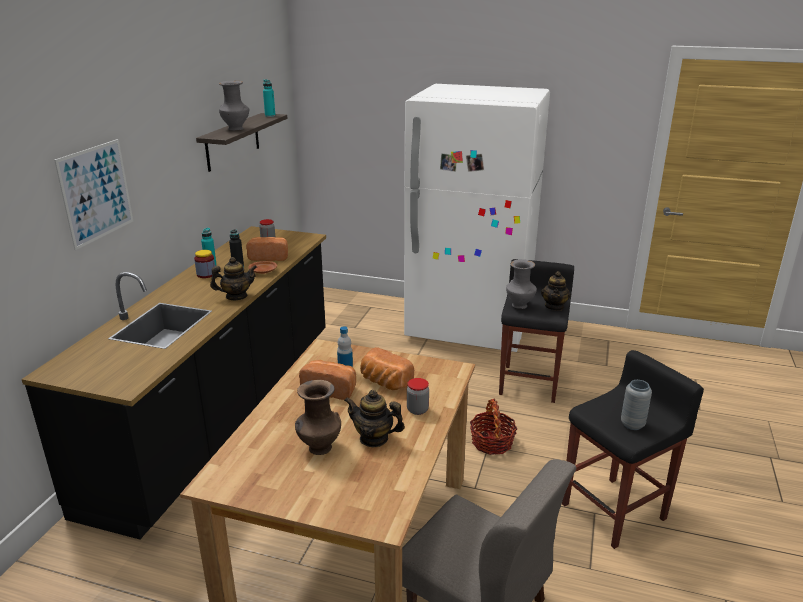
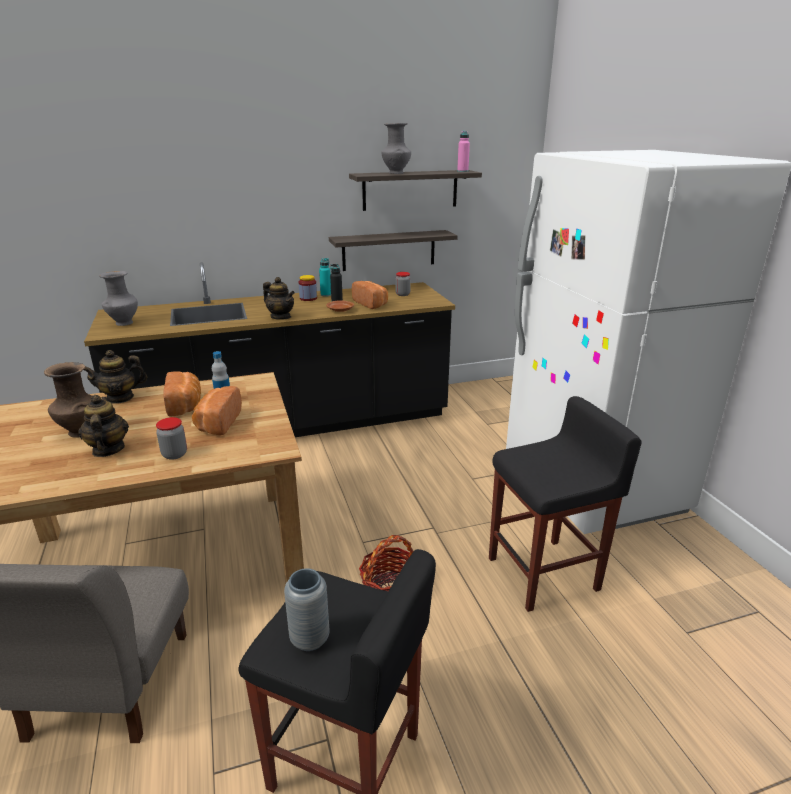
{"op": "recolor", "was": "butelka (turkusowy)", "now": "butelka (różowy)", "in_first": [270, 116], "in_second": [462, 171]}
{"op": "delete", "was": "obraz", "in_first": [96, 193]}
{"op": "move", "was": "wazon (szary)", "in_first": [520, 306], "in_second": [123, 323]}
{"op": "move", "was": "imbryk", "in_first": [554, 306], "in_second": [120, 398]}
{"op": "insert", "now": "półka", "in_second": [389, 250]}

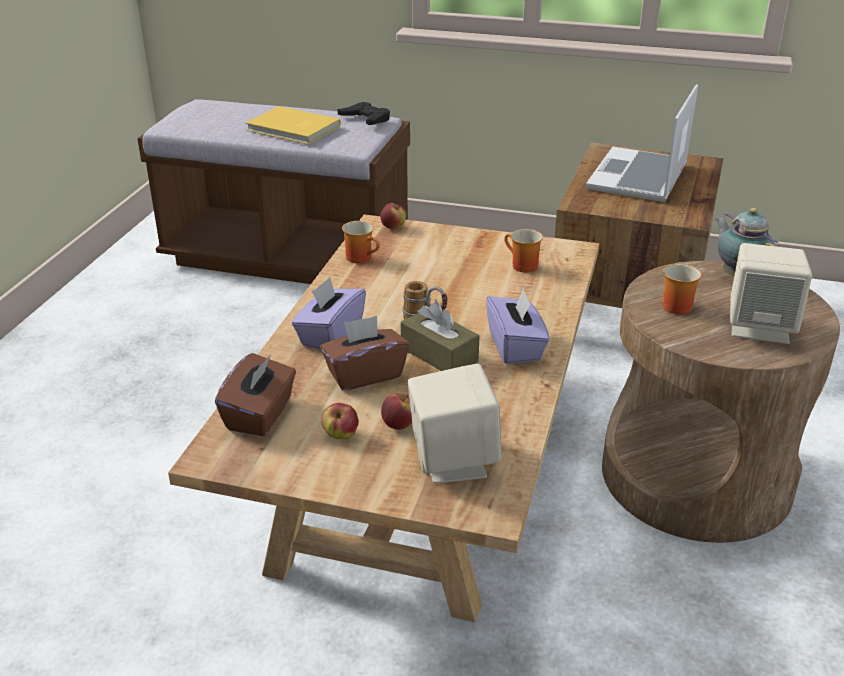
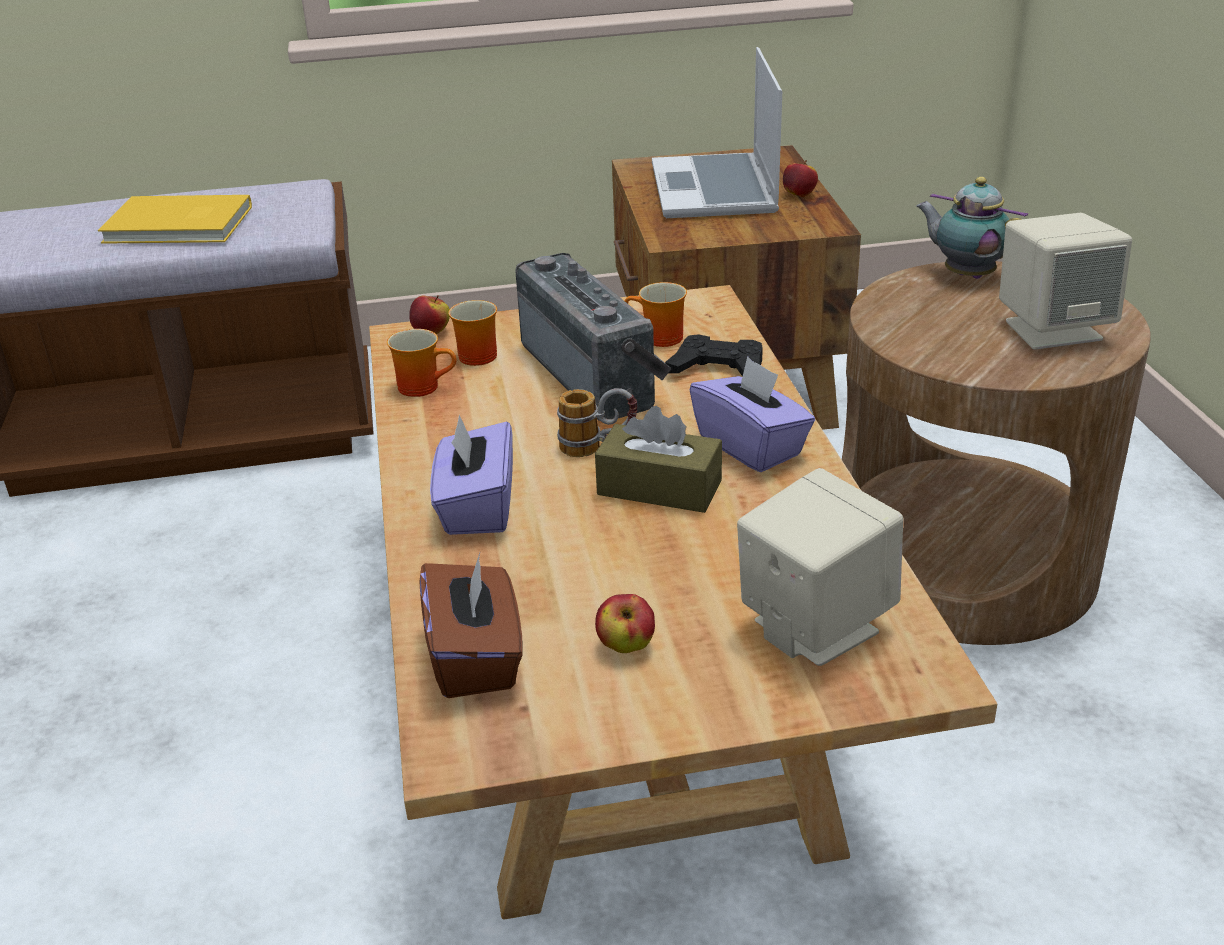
{"op": "move", "was": "pad do gier (czarny)", "in_first": [365, 119], "in_second": [718, 368]}
{"op": "move", "was": "kubek", "in_first": [674, 305], "in_second": [474, 355]}
{"op": "delete", "was": "pudełko chusteczek (brązowy)", "in_first": [364, 374]}
{"op": "move", "was": "jabłko", "in_first": [399, 425], "in_second": [799, 195]}
{"op": "insert", "now": "radio", "in_second": [595, 374]}

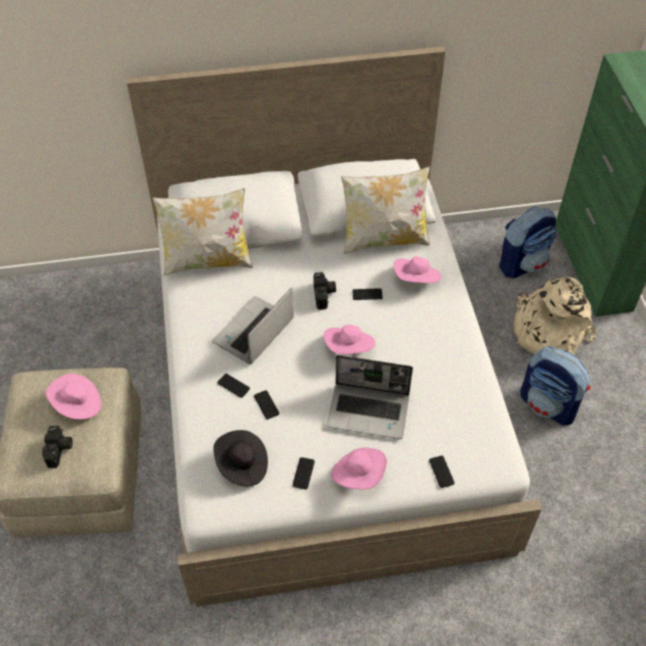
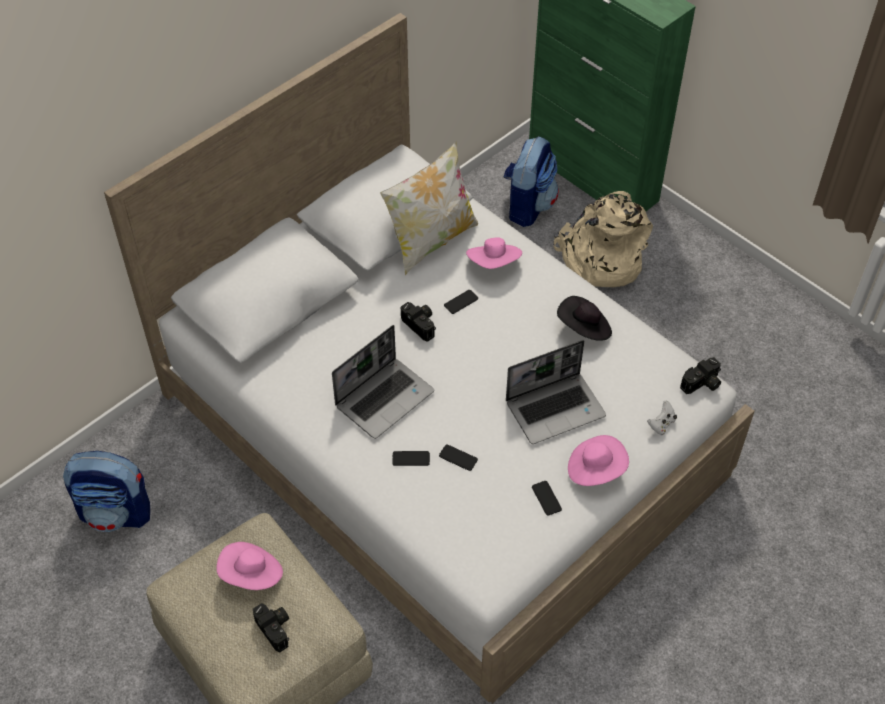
{"op": "delete", "was": "poduszka", "in_first": [208, 261]}
{"op": "rotate", "was": "laptop", "in_first": [253, 332], "in_second": [385, 398], "clockwise": -135}
{"op": "delete", "was": "kapelusz (różowy)", "in_first": [349, 348]}
{"op": "move", "was": "plecak", "in_first": [549, 405], "in_second": [117, 512]}
{"op": "move", "was": "kapelusz (czarny)", "in_first": [242, 465], "in_second": [584, 329]}
{"op": "replace", "was": "telefon", "now": "pad do gier (biały)", "in_first": [441, 472], "in_second": [661, 424]}
{"op": "insert", "now": "aparat fotograficzny", "in_second": [702, 384]}

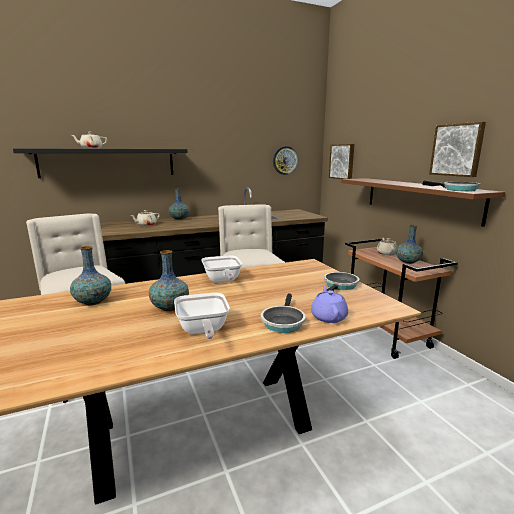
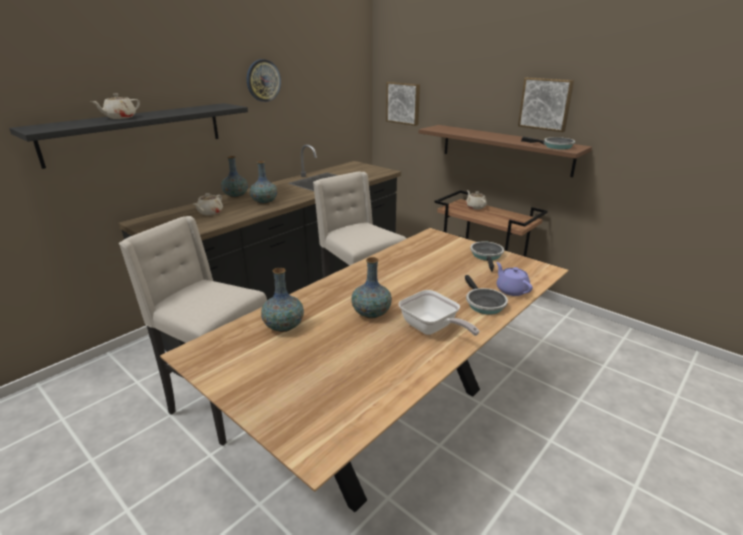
{"op": "move", "was": "zegar ścienny", "in_first": [285, 160], "in_second": [263, 80]}
{"op": "move", "was": "wazon", "in_first": [407, 262], "in_second": [264, 202]}
{"op": "delete", "was": "patelnia", "in_first": [222, 281]}

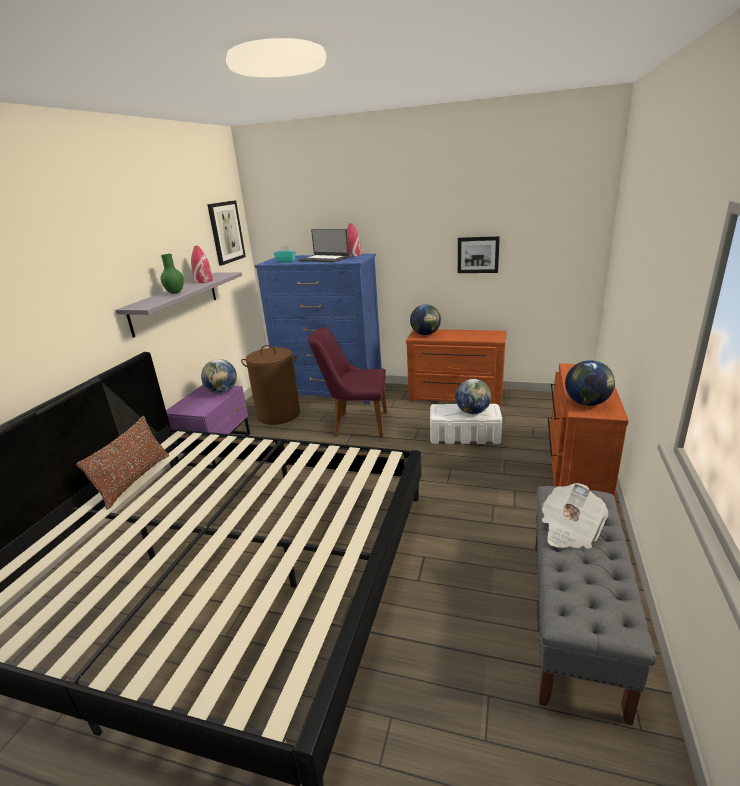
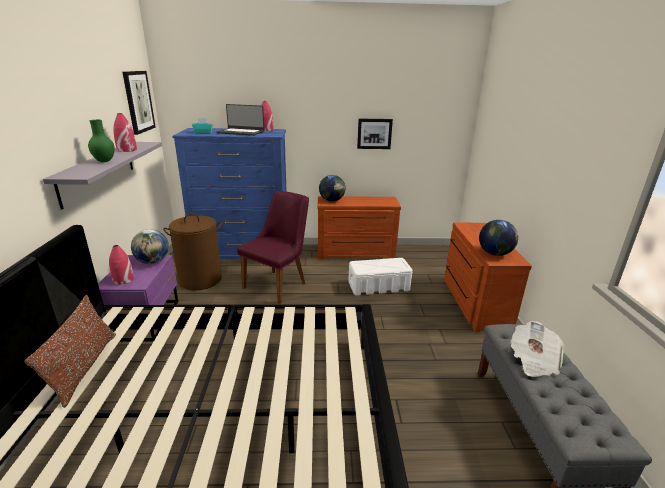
{"op": "rotate", "was": "krzesło (fioletowy)", "in_first": [355, 424], "in_second": [279, 283], "clockwise": 135}
{"op": "delete", "was": "globus", "in_first": [472, 412]}
{"op": "insert", "now": "wazon (czerwony)", "in_second": [123, 280]}

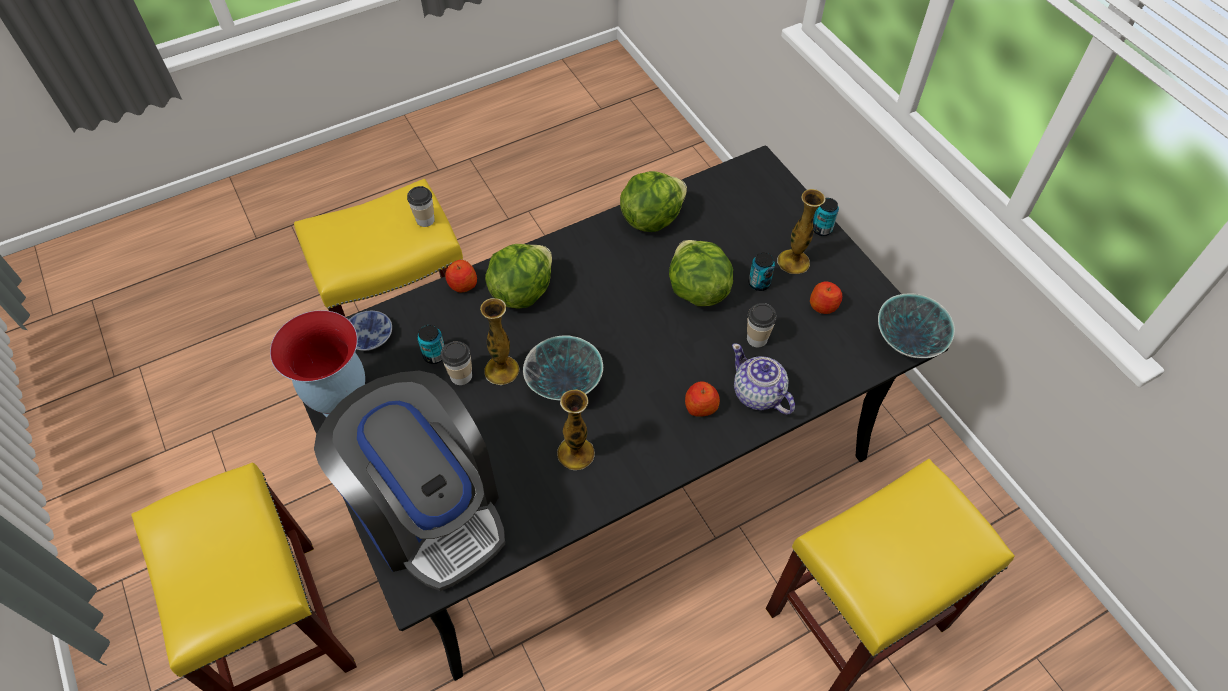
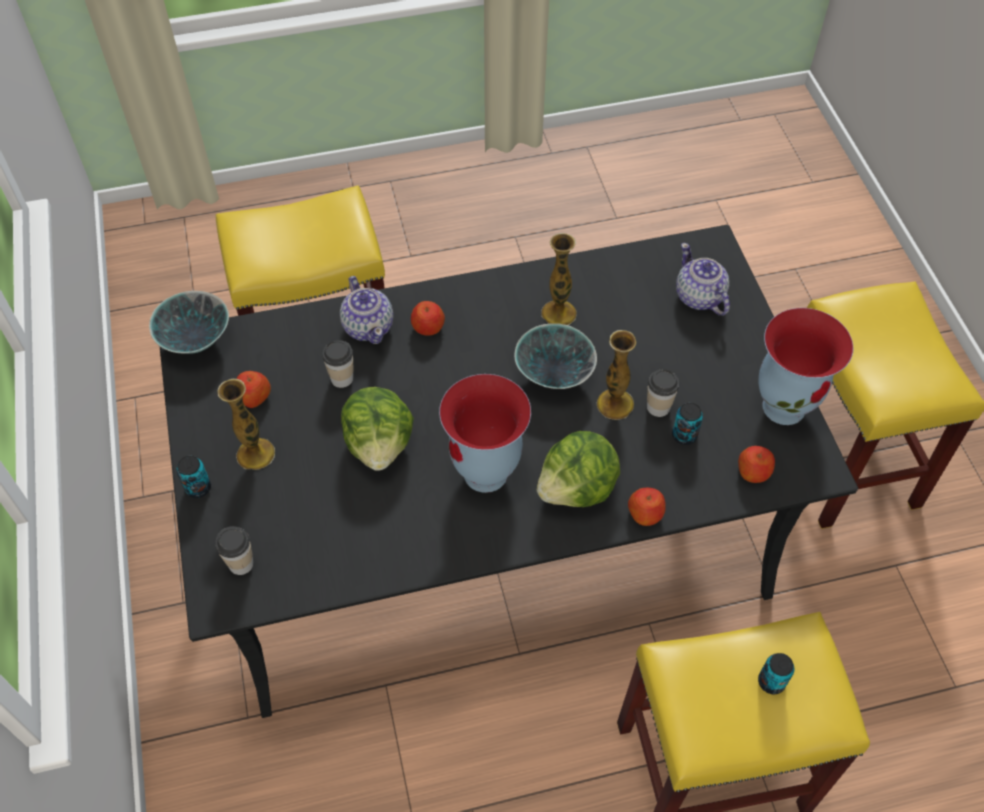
{"op": "delete", "was": "sałata", "in_first": [651, 218]}
{"op": "move", "was": "filiżanka", "in_first": [425, 220], "in_second": [241, 563]}
{"op": "move", "was": "puszka", "in_first": [759, 283], "in_second": [771, 682]}
{"op": "replace", "was": "miska", "now": "jabłko", "in_first": [372, 337], "in_second": [753, 472]}
{"op": "replace", "was": "ekspres do kawy", "now": "imbryk", "in_first": [429, 509], "in_second": [699, 297]}
{"op": "insert", "now": "wazon", "in_second": [486, 474]}

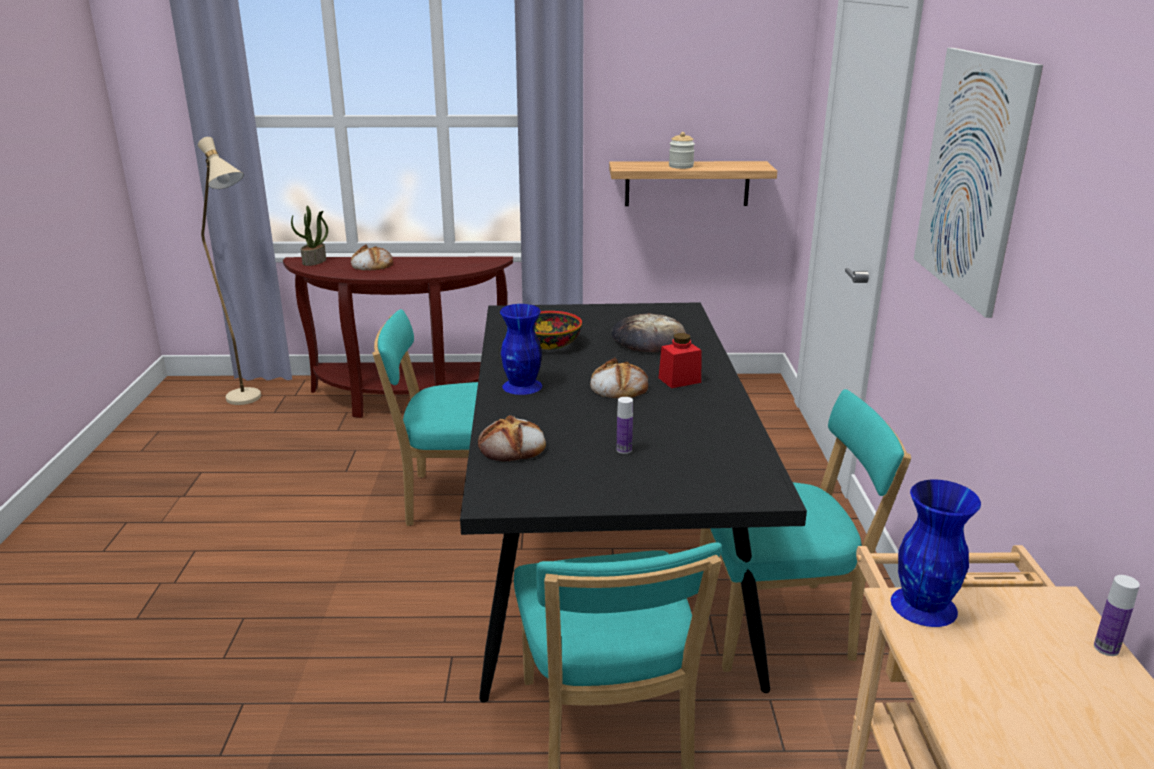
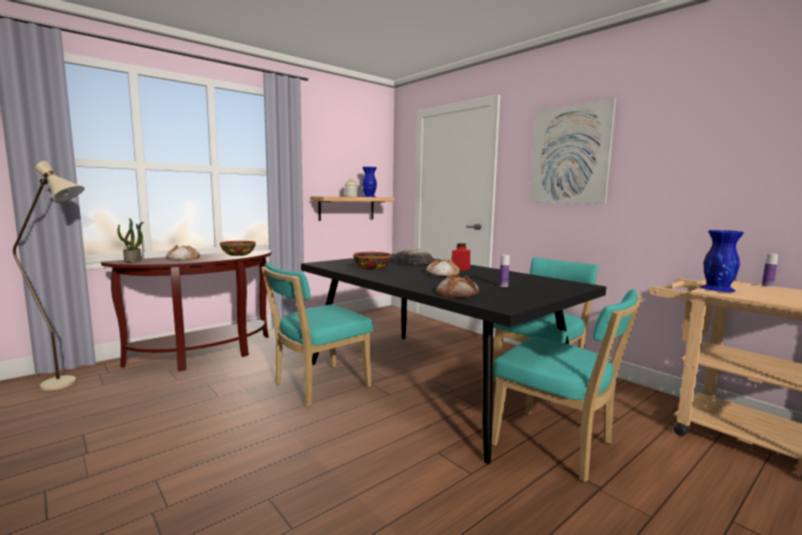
{"op": "move", "was": "wazon (niebieski)", "in_first": [522, 386], "in_second": [369, 197]}
{"op": "insert", "now": "miska", "in_second": [238, 254]}

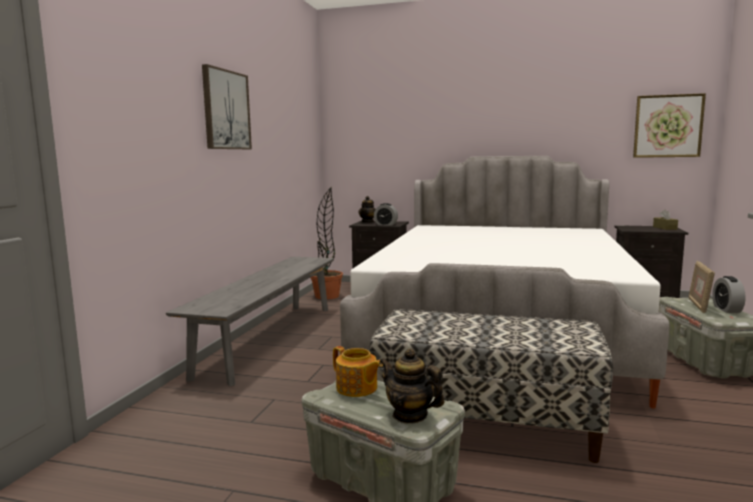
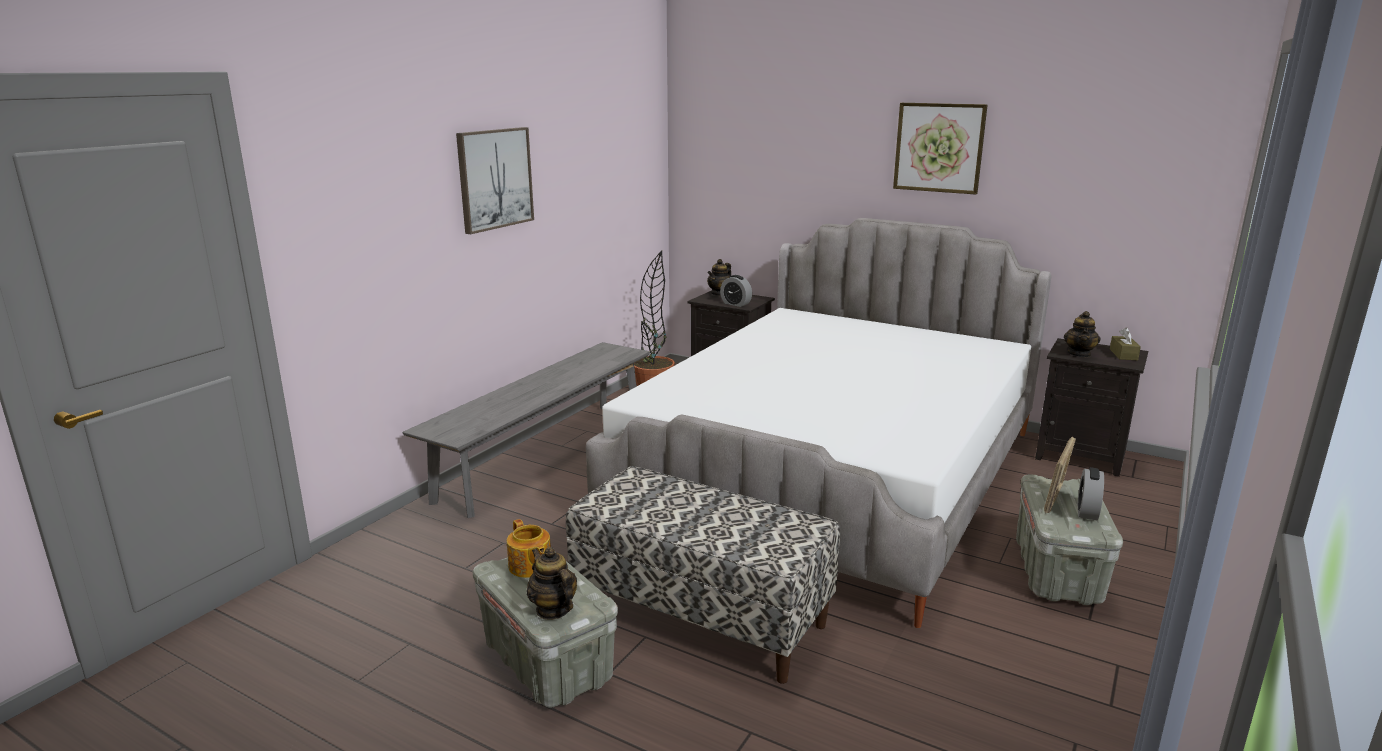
{"op": "move", "was": "obraz", "in_first": [668, 126], "in_second": [939, 147]}
{"op": "insert", "now": "imbryk", "in_second": [1079, 354]}

